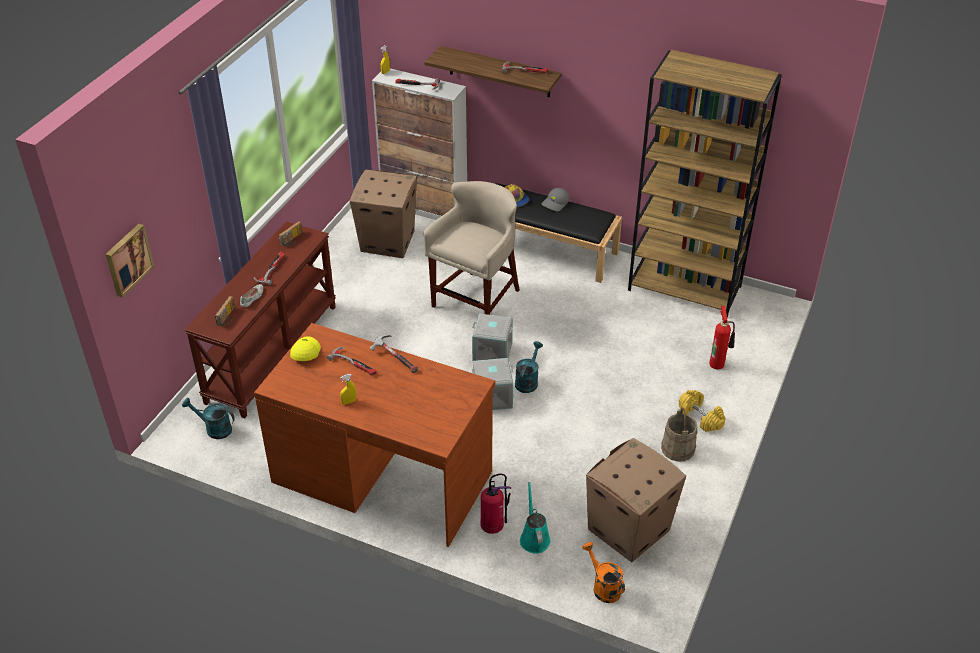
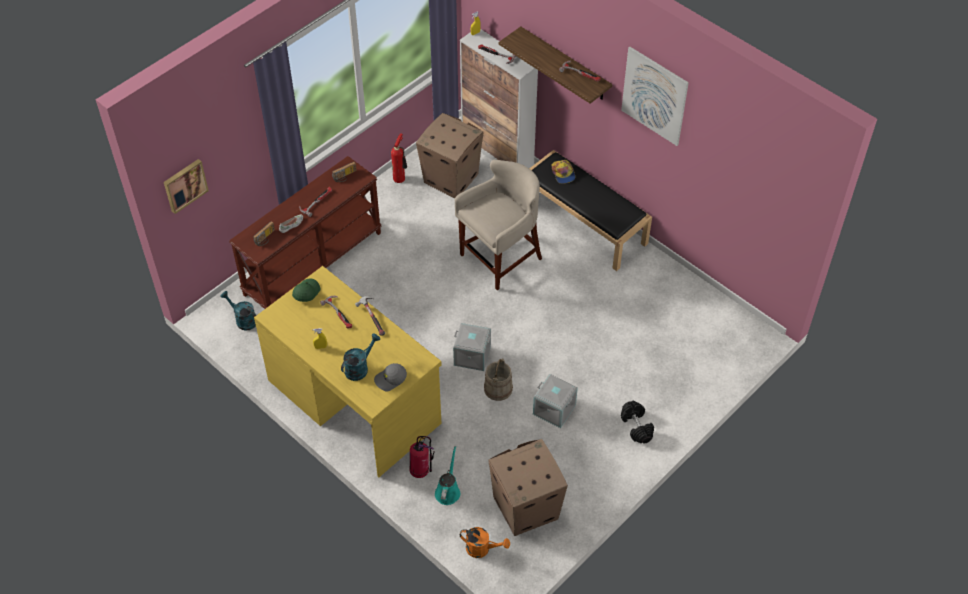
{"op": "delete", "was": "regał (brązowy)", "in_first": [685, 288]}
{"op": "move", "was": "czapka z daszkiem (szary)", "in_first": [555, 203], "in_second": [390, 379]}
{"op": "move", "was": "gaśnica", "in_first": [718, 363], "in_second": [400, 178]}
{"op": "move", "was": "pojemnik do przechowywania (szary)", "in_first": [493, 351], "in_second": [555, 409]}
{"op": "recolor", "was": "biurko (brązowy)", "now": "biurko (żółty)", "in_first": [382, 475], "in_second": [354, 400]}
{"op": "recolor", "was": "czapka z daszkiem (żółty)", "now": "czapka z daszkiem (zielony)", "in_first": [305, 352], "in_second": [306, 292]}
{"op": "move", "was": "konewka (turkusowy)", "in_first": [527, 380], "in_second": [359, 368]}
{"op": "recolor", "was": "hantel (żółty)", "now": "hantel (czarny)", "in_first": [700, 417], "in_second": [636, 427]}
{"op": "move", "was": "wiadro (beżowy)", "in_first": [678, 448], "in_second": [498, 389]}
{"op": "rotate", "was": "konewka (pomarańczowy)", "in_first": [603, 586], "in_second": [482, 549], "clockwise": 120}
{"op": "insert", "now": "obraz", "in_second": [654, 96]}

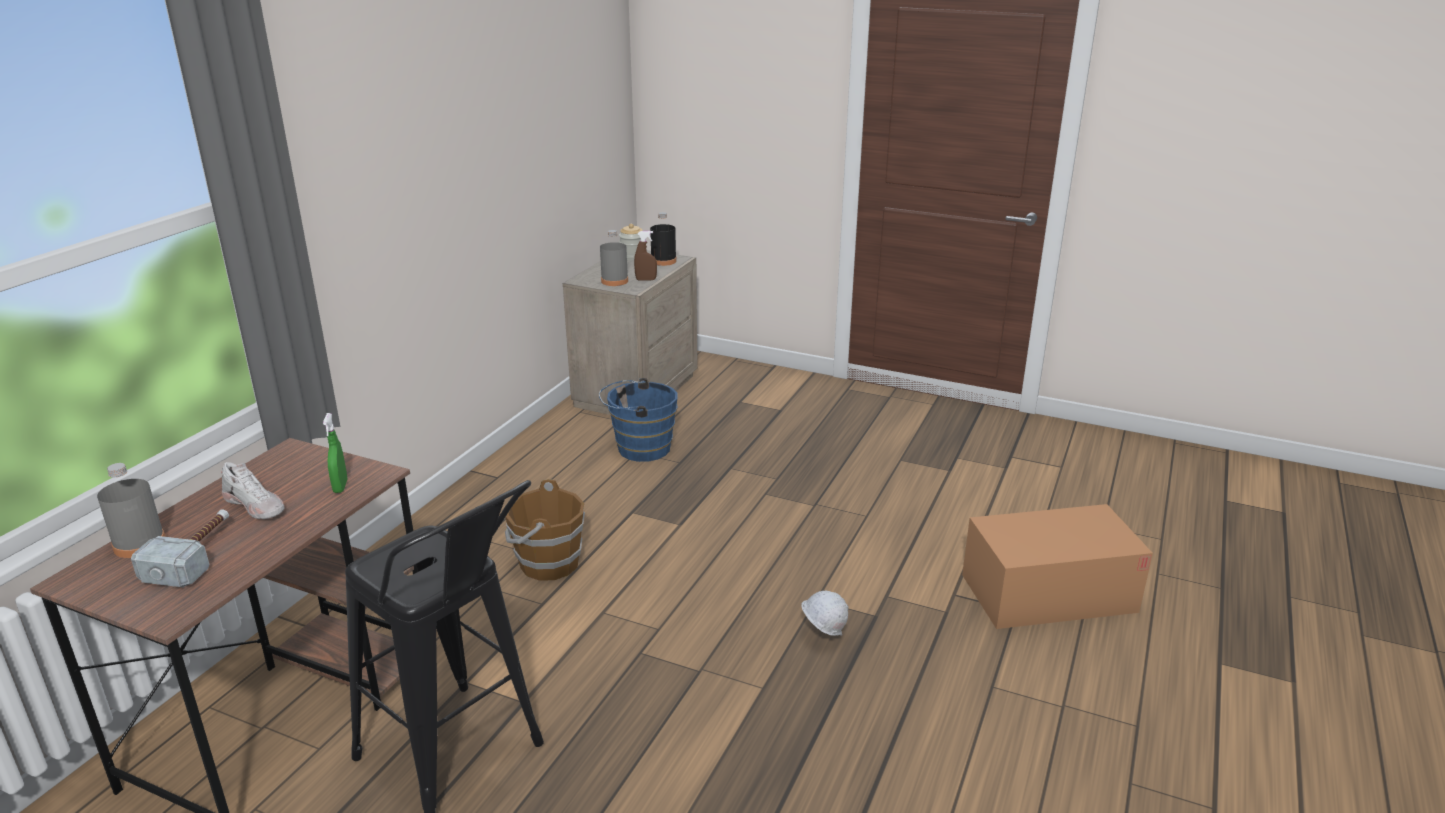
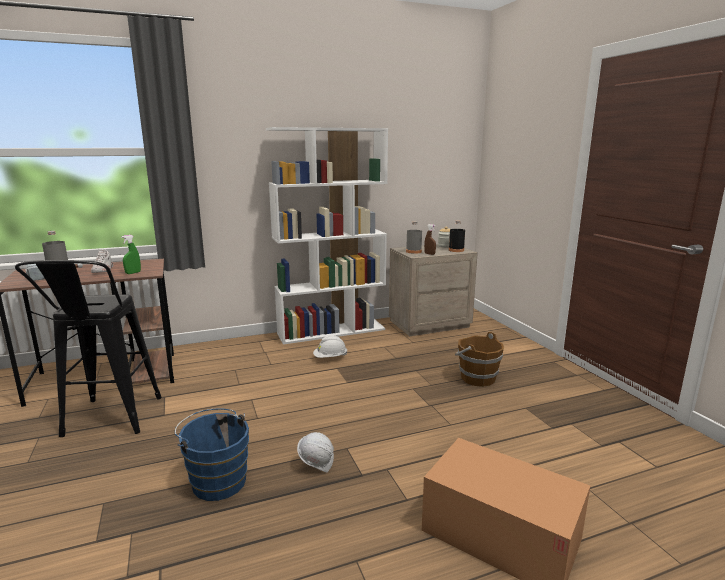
{"op": "move", "was": "wiadro (niebieski)", "in_first": [639, 448], "in_second": [217, 480]}
{"op": "move", "was": "wiadro (brązowy)", "in_first": [547, 563], "in_second": [476, 378]}
{"op": "insert", "now": "regał (biały)", "in_second": [332, 331]}
{"op": "insert", "now": "kask (biały)", "in_second": [330, 358]}

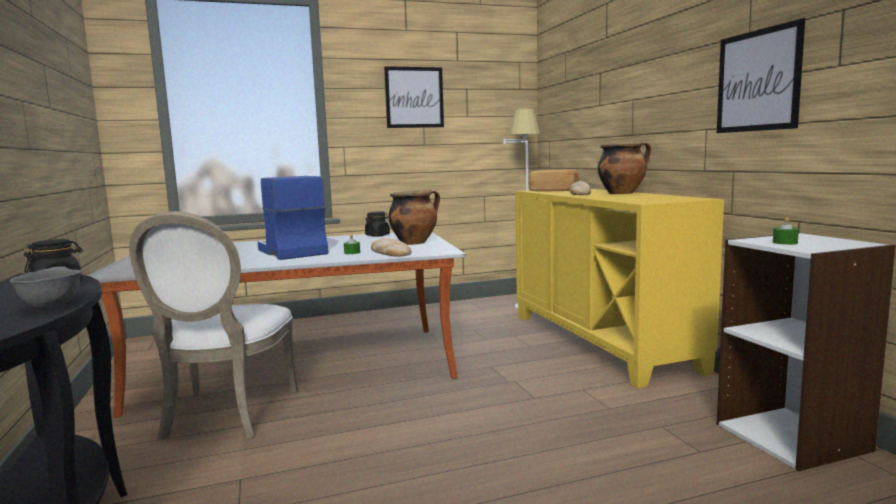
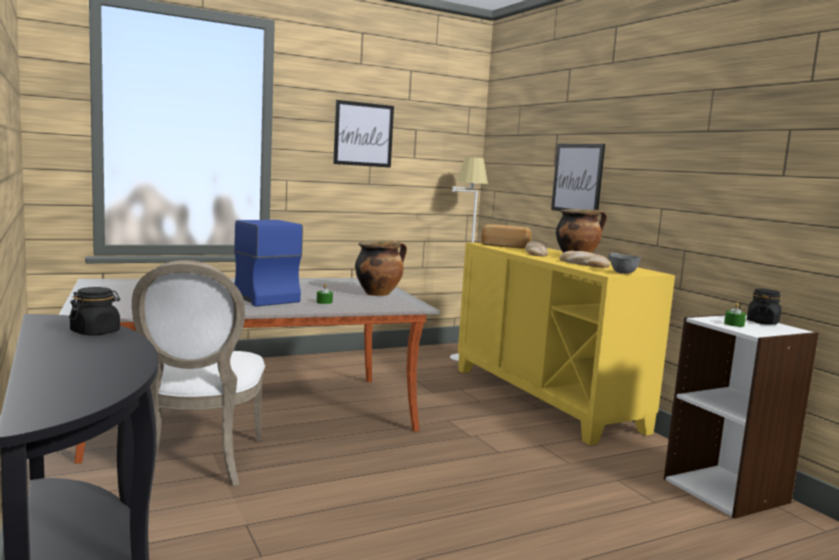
{"op": "move", "was": "obraz", "in_first": [758, 81], "in_second": [577, 178]}
{"op": "move", "was": "słoik (czarny)", "in_first": [377, 235], "in_second": [762, 322]}
{"op": "move", "was": "chleb", "in_first": [389, 252], "in_second": [583, 264]}
{"op": "move", "was": "miska (szary)", "in_first": [51, 306], "in_second": [622, 273]}

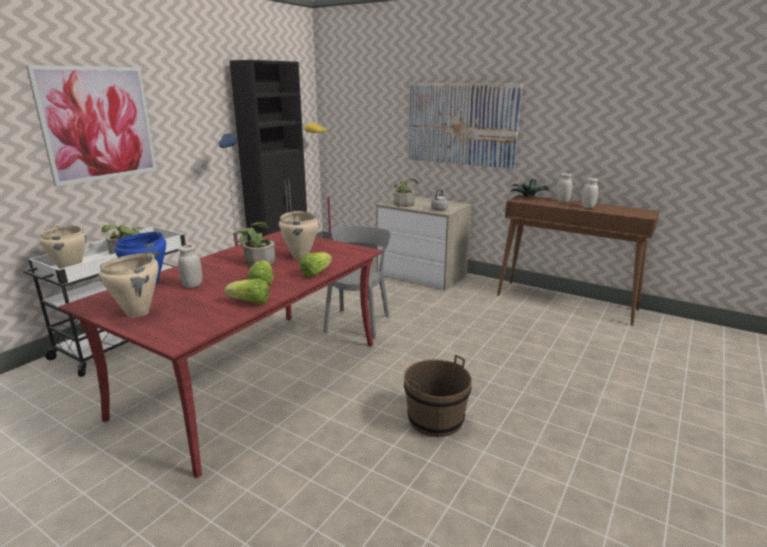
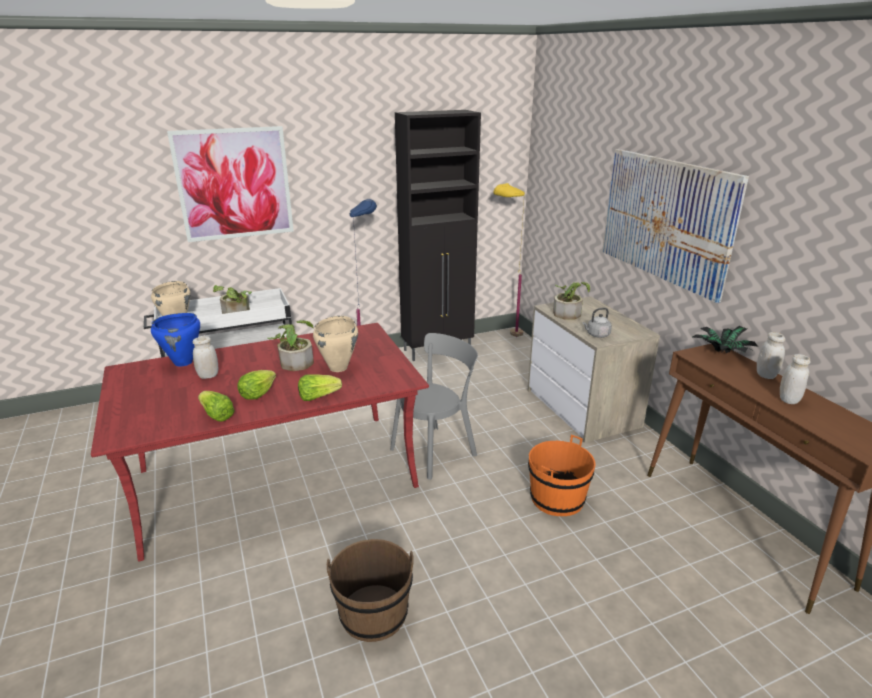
{"op": "delete", "was": "garnek (beżowy)", "in_first": [138, 313]}
{"op": "insert", "now": "wiadro (pomarańczowy)", "in_second": [557, 498]}

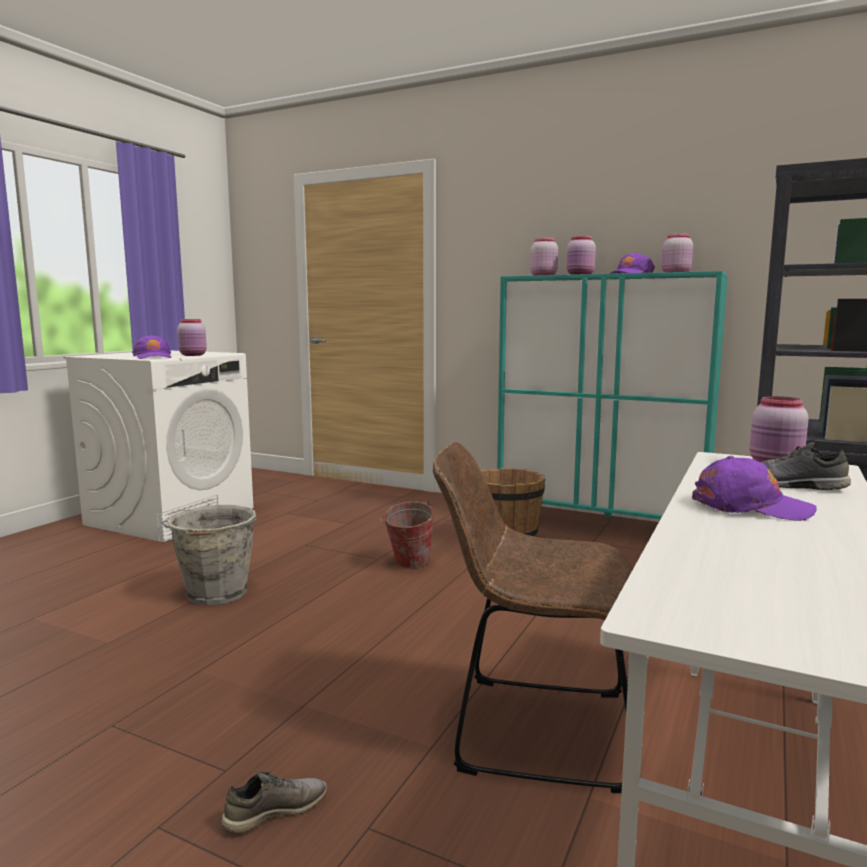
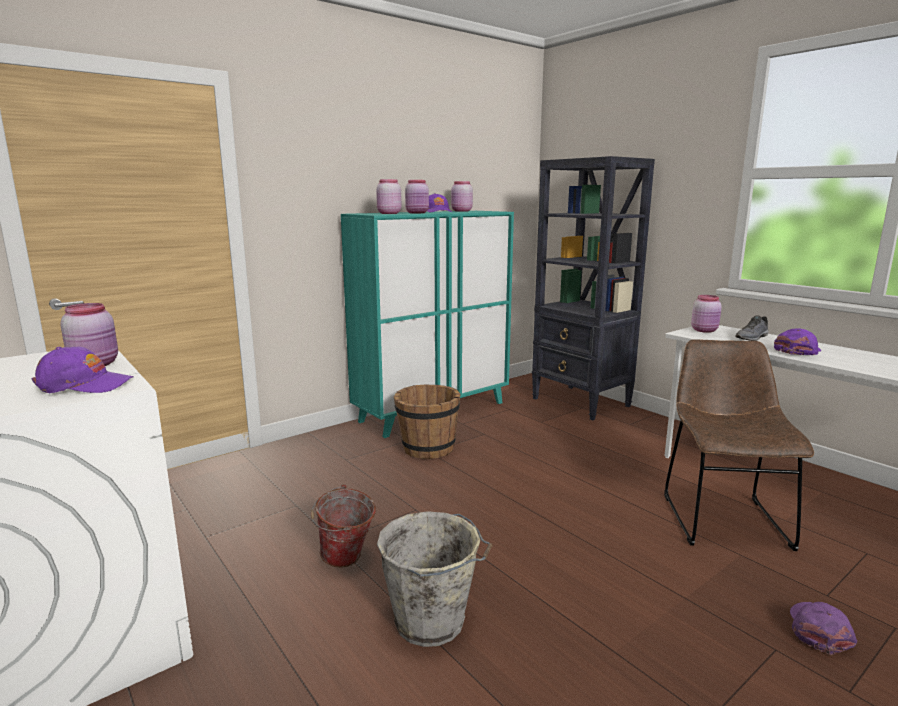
{"op": "rotate", "was": "krzesło (brązowy)", "in_first": [532, 730], "in_second": [722, 517], "clockwise": 150}
{"op": "move", "was": "wiadro", "in_first": [407, 565], "in_second": [345, 561]}
{"op": "replace", "was": "but (szary)", "now": "czapka z daszkiem (fioletowy)", "in_first": [275, 810], "in_second": [819, 630]}

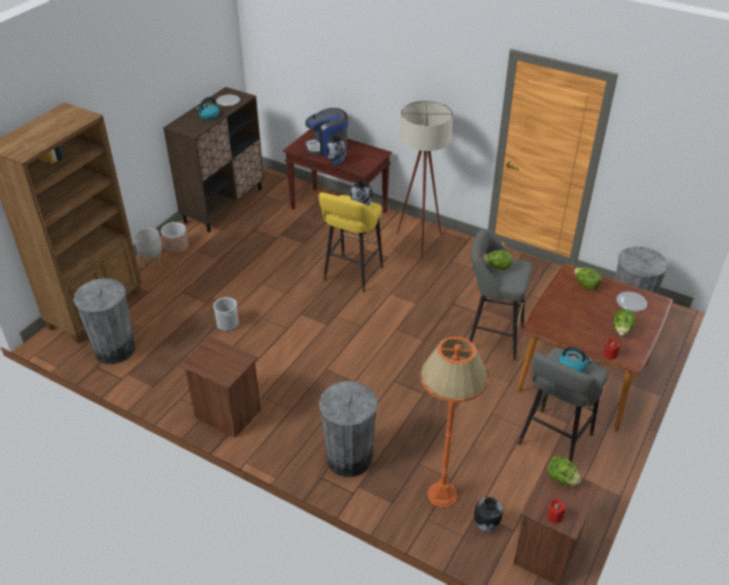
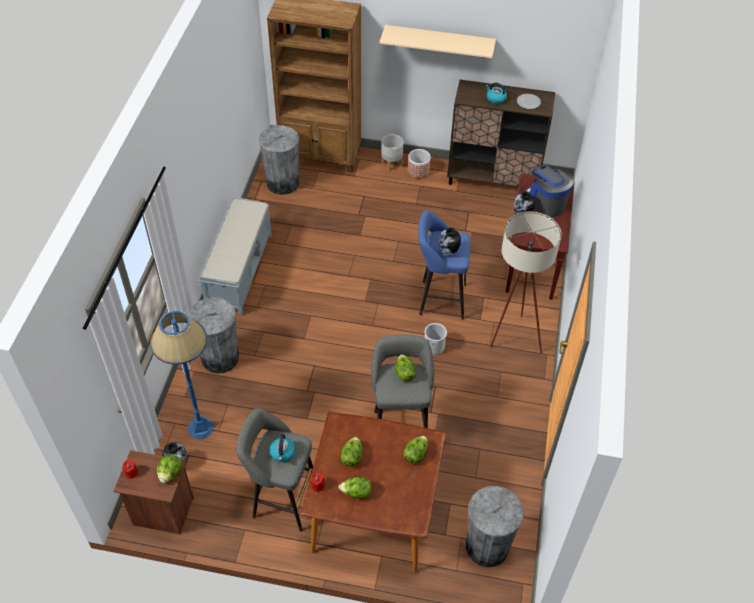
{"op": "recolor", "was": "stołek (żółty)", "now": "stołek (niebieski)", "in_first": [351, 275], "in_second": [439, 299]}
{"op": "delete", "was": "talerz", "in_first": [631, 302]}
{"op": "move", "was": "wiadro", "in_first": [227, 324], "in_second": [434, 347]}
{"op": "replace", "was": "szafka nocna (brązowy)", "now": "ławka (szary)", "in_first": [226, 415], "in_second": [240, 270]}
{"op": "recolor", "was": "lampa stojąca (pomarańczowy)", "now": "lampa stojąca (niebieski)", "in_first": [442, 495], "in_second": [200, 428]}
{"op": "insert", "now": "półka (beżowy)", "in_second": [439, 41]}
{"op": "insert", "now": "sałata", "in_second": [352, 457]}

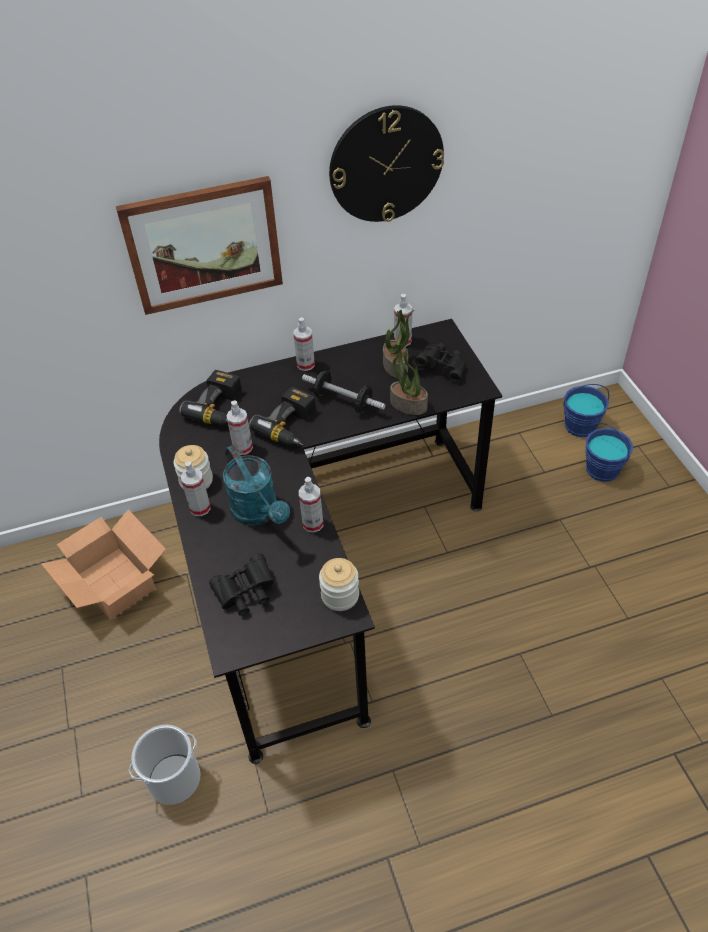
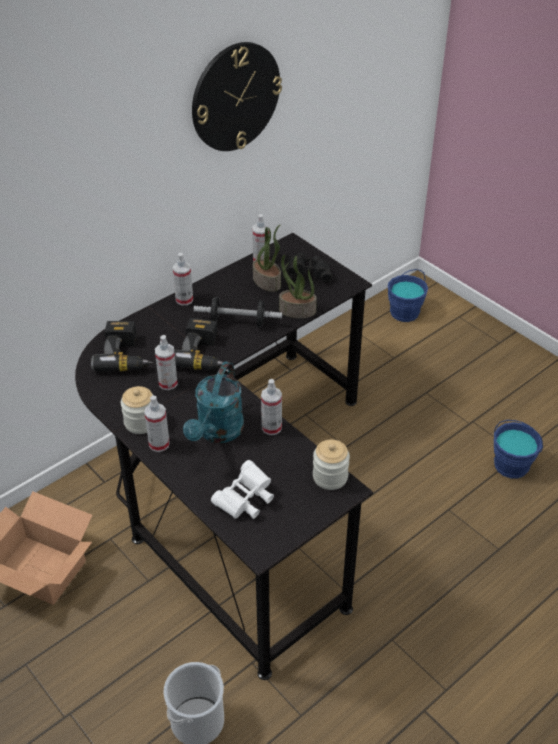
{"op": "delete", "was": "obraz", "in_first": [203, 245]}
{"op": "move", "was": "wiadro (niebieski)", "in_first": [602, 469], "in_second": [511, 465]}
{"op": "rotate", "was": "konewka (turkusowy)", "in_first": [259, 513], "in_second": [217, 433], "clockwise": 75}
{"op": "recolor", "was": "lornetka (czarny)", "now": "lornetka (biały)", "in_first": [245, 593], "in_second": [245, 500]}

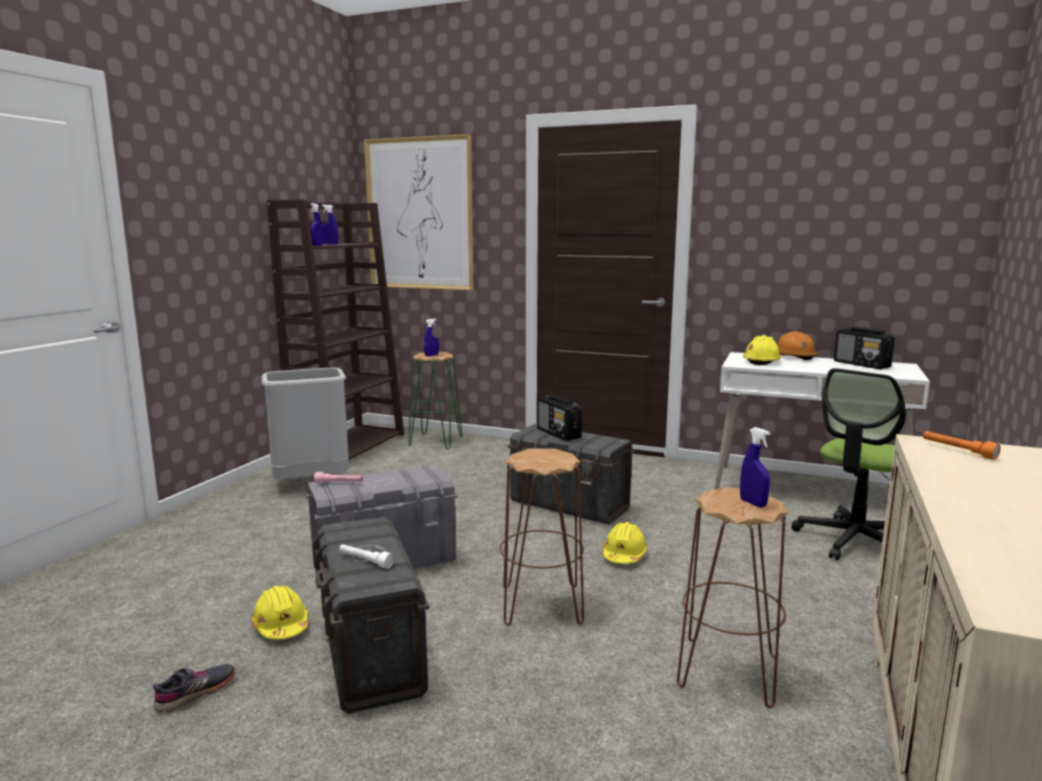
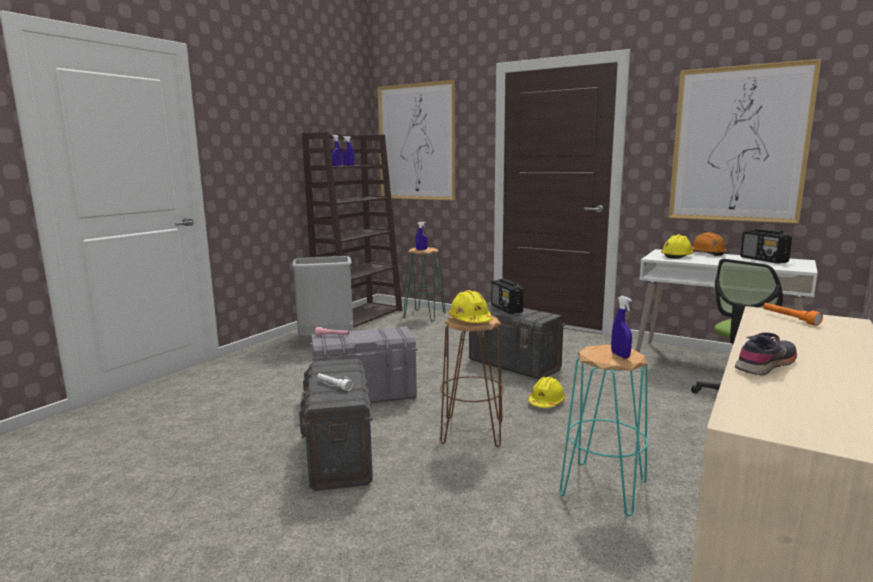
{"op": "recolor", "was": "stołek (brązowy)", "now": "stołek (turkusowy)", "in_first": [728, 672], "in_second": [603, 488]}
{"op": "move", "was": "kask (żółty)", "in_first": [281, 626], "in_second": [470, 320]}
{"op": "move", "was": "but (szary)", "in_first": [196, 693], "in_second": [766, 365]}
{"op": "insert", "now": "obraz", "in_second": [738, 145]}

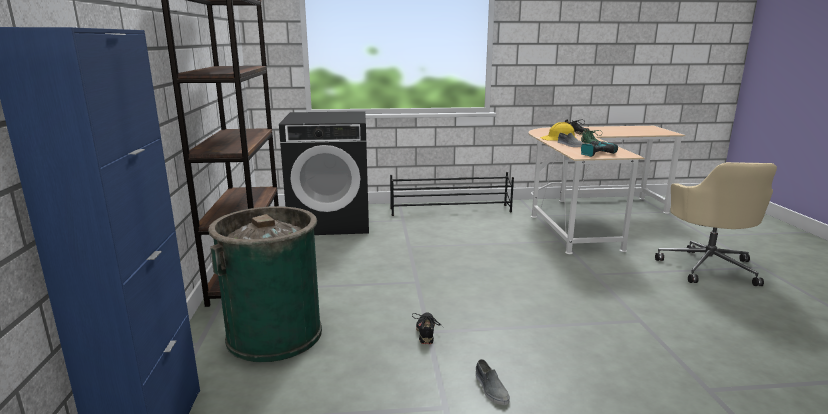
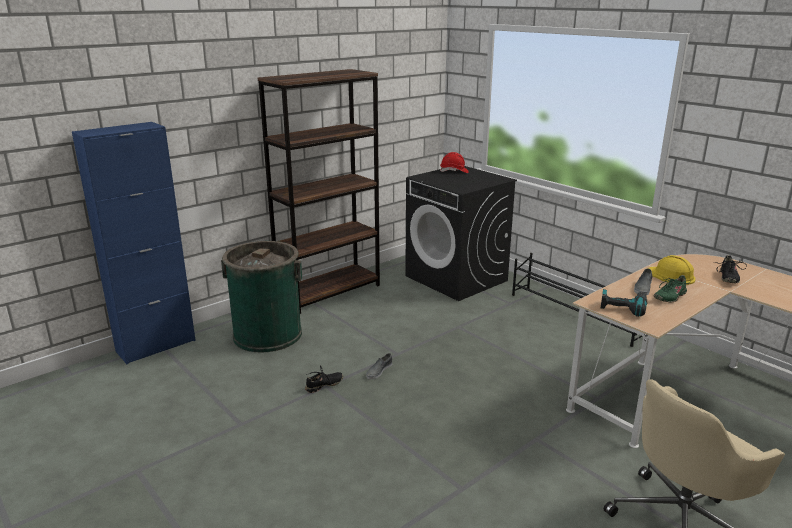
{"op": "move", "was": "but (szary)", "in_first": [491, 388], "in_second": [379, 371]}
{"op": "insert", "now": "kask (czerwony)", "in_second": [454, 171]}

